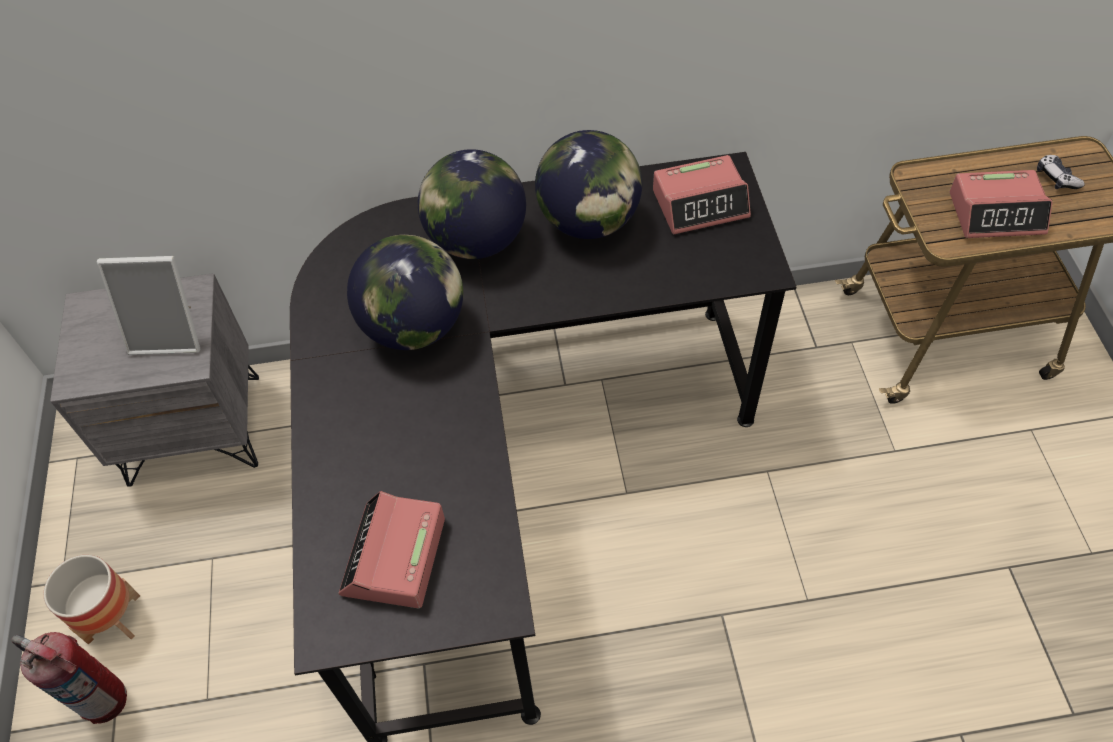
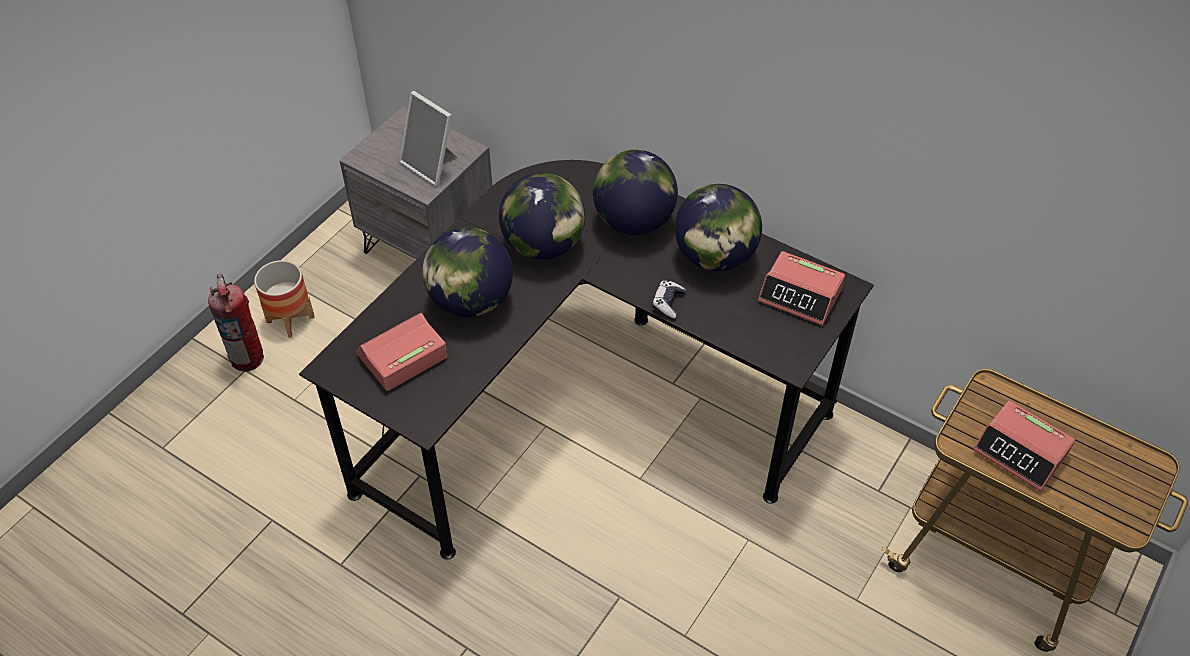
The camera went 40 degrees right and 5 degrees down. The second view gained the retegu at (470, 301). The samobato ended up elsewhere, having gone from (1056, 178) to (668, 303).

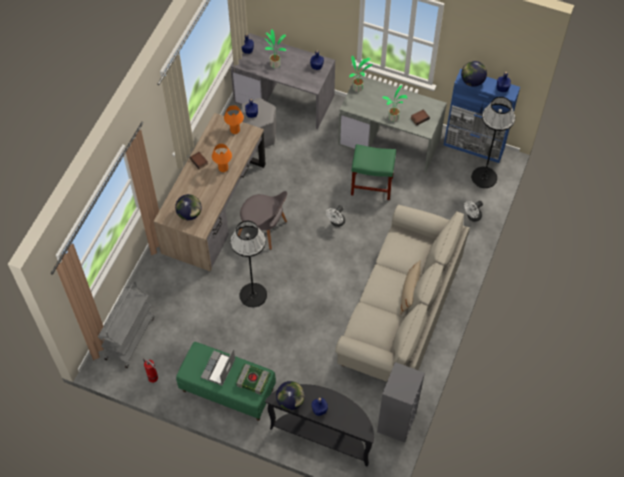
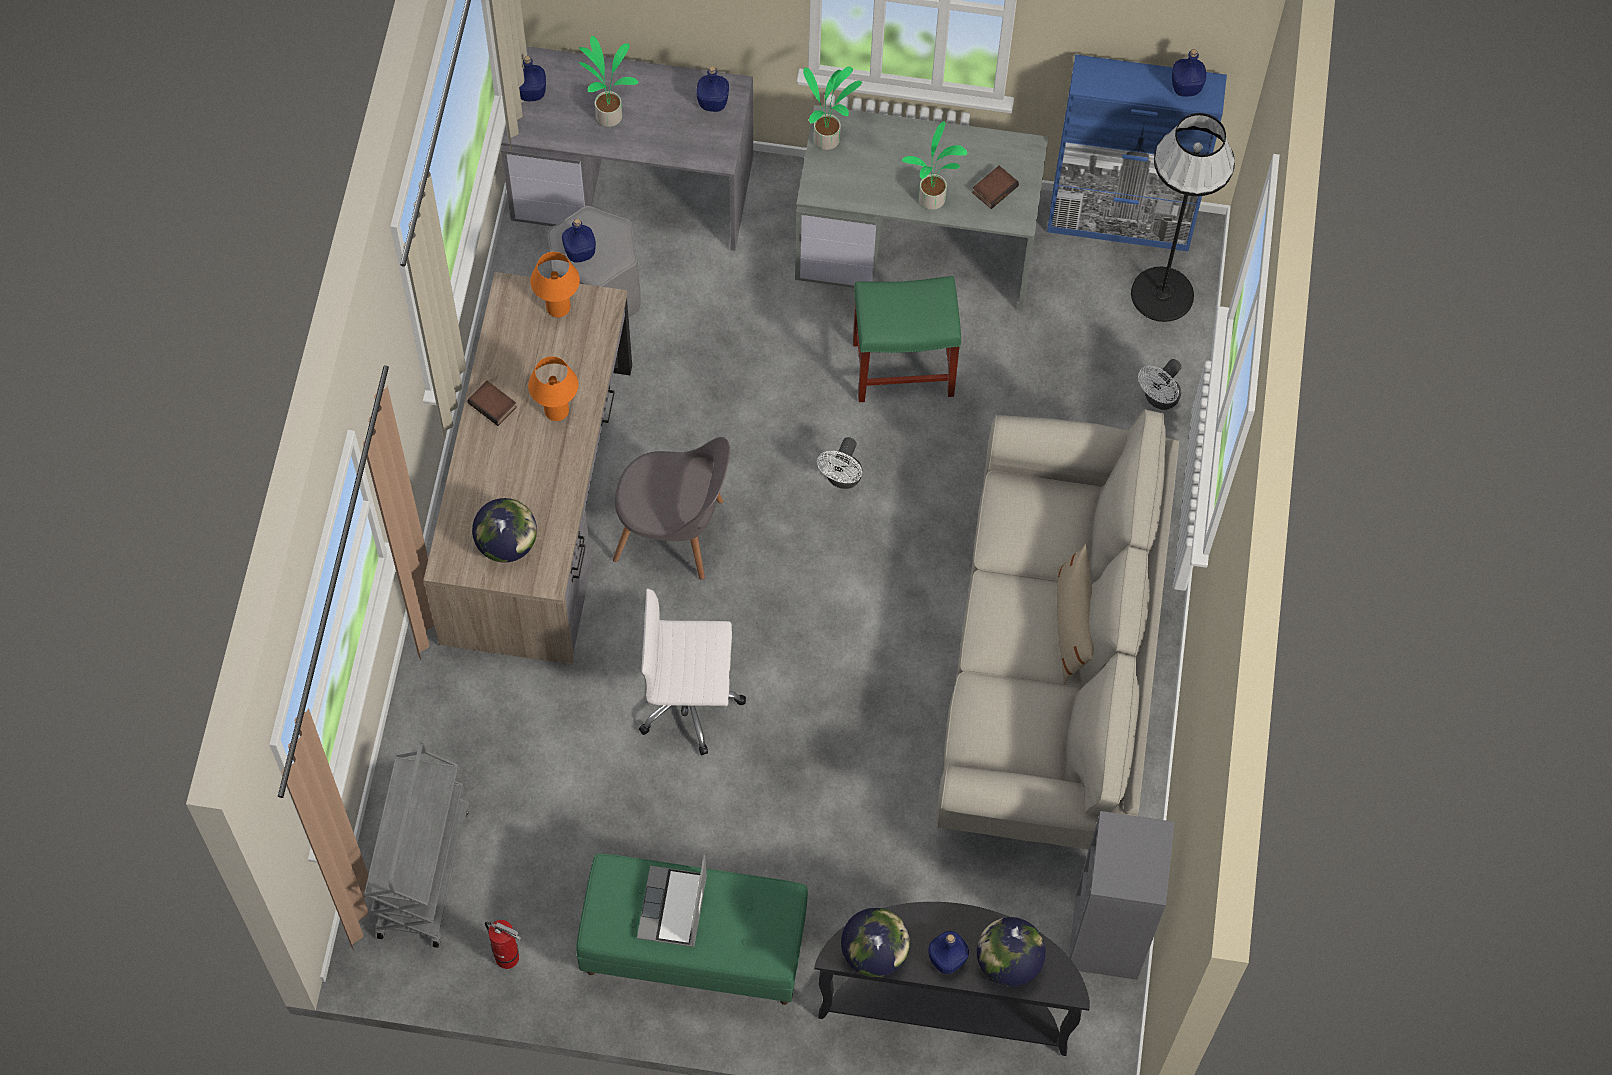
The camera went 15 degrees left and 5 degrees up. Where the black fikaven stood at (253, 295), the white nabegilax came to stand at (690, 701). The retegu ended up elsewhere, having gone from (472, 81) to (1007, 962). The second view lost the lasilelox at (253, 380).

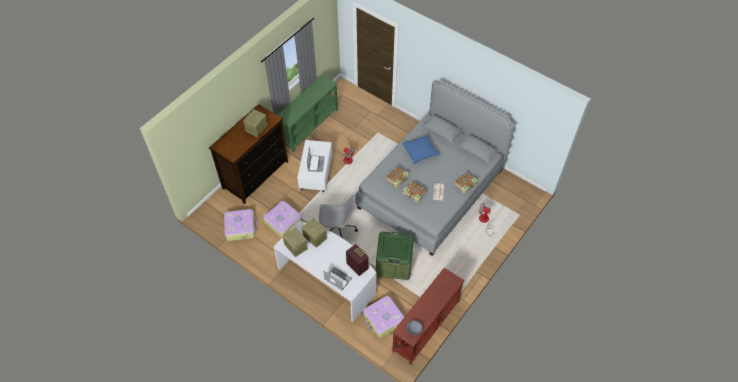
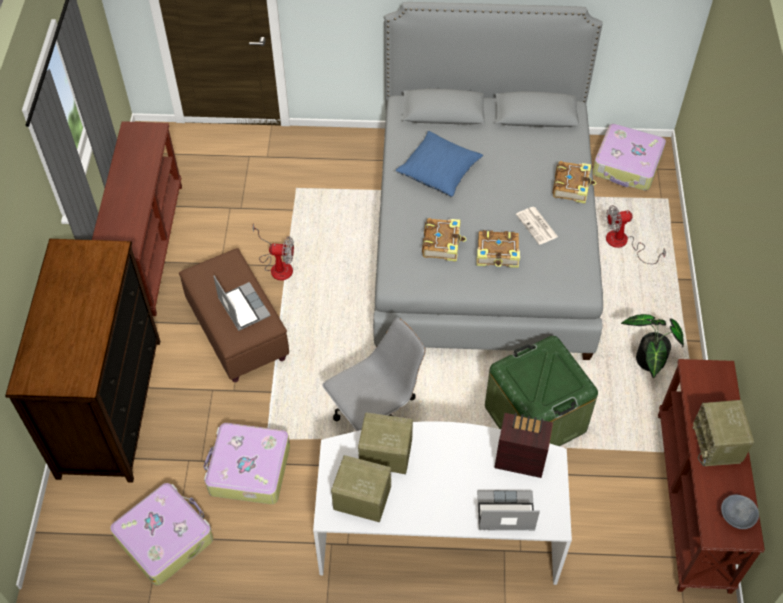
The camera went 35 degrees left and 0 degrees up. What was the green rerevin at (308, 126) turned into the brown rerevin at (146, 247). What was the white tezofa at (316, 173) turned into the brown tezofa at (237, 331). The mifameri ended up elsewhere, having gone from (383, 319) to (627, 165). The second view gained the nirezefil at (648, 362). The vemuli ended up elsewhere, having gone from (256, 129) to (717, 445).

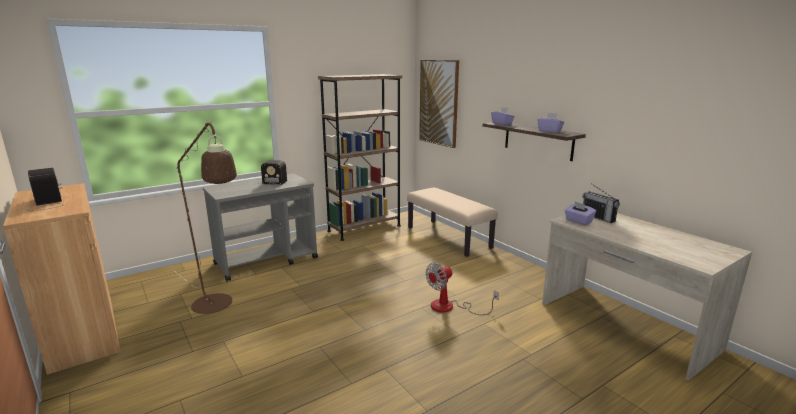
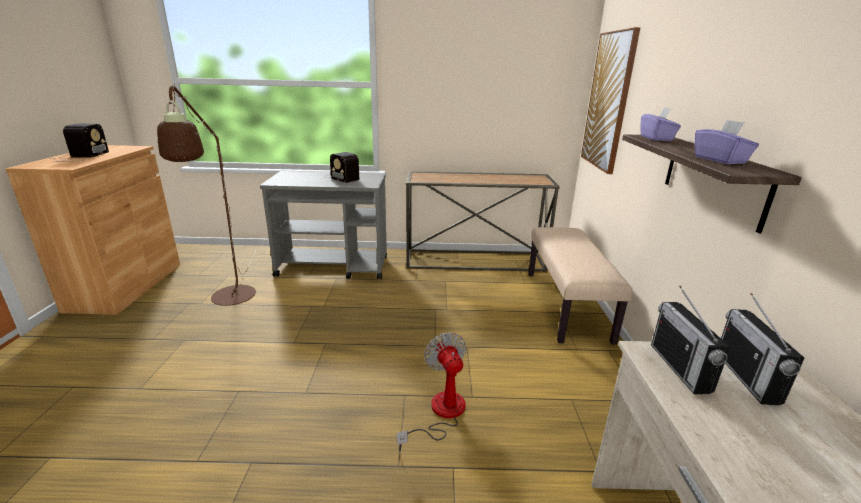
The camera went 35 degrees right and 5 degrees up. The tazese at (450, 307) ended up facing another way, 75 degrees clockwise from before. Where the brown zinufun stood at (364, 228), the rerevin came to stand at (475, 260). Where the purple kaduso stood at (578, 221), the vemuli came to stand at (680, 367).

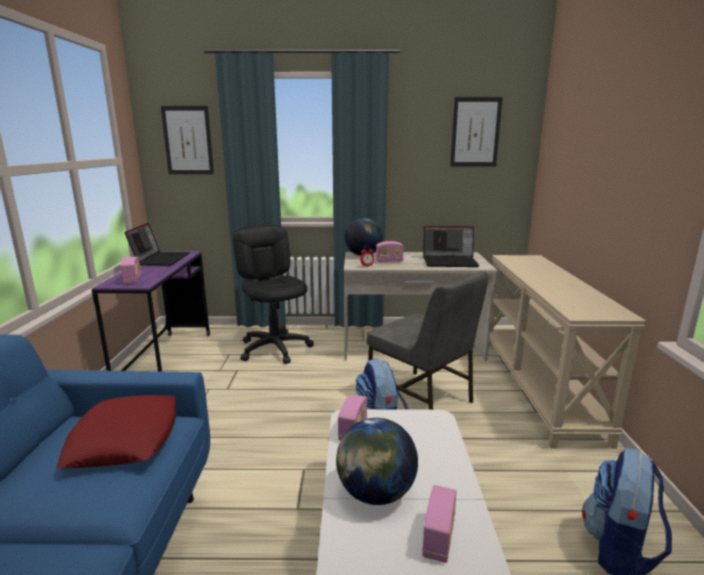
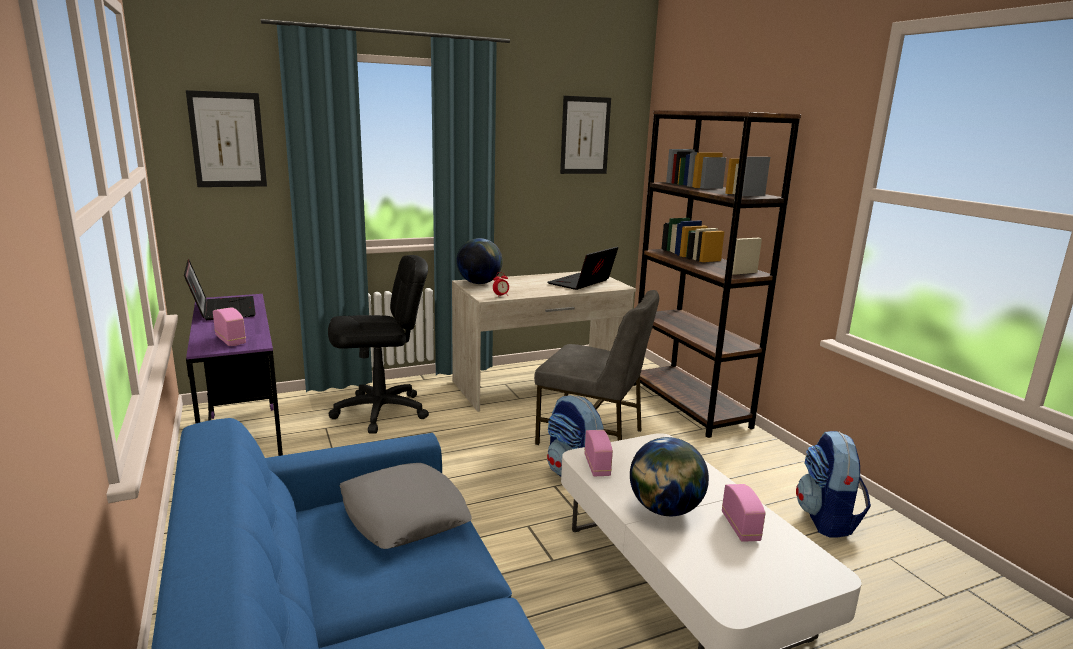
The camera went 25 degrees left and 0 degrees up. The black nabegilax at (275, 348) ended up facing another way, 120 degrees clockwise from before. What was the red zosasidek at (125, 438) turned into the grey zosasidek at (403, 514). The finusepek at (450, 262) ended up facing another way, 150 degrees clockwise from before. Where the beige rerevin stood at (539, 386), the brown zinufun came to stand at (688, 405). The second view lost the vemuli at (389, 261).

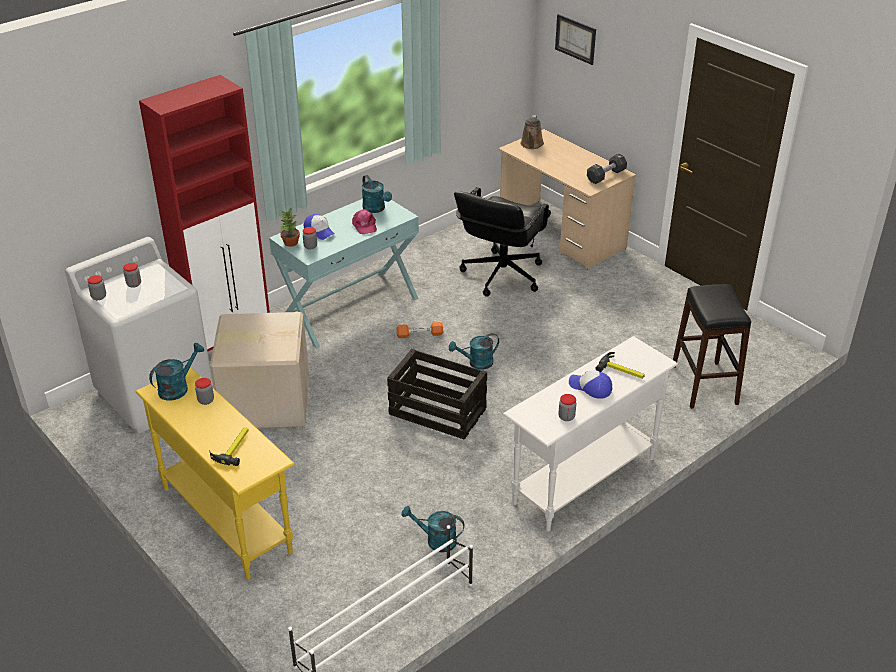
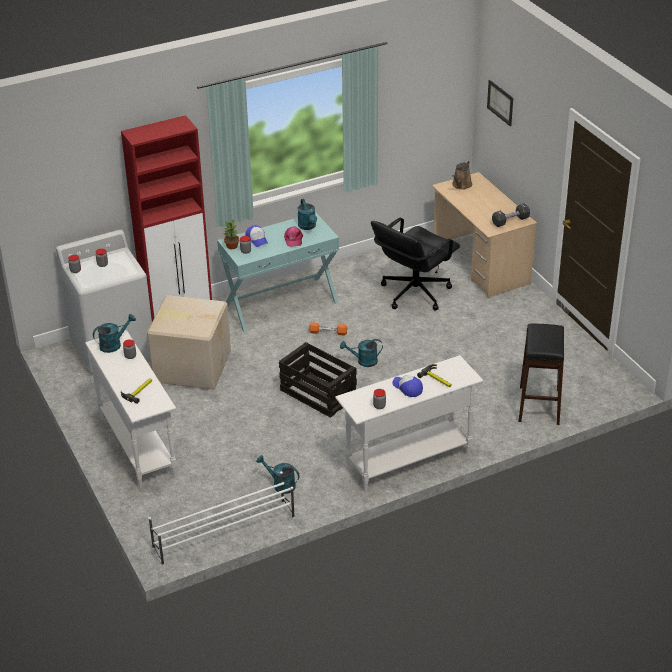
The camera went 15 degrees right and 0 degrees up. What was the yellow rerevin at (226, 519) turned into the white rerevin at (137, 445).

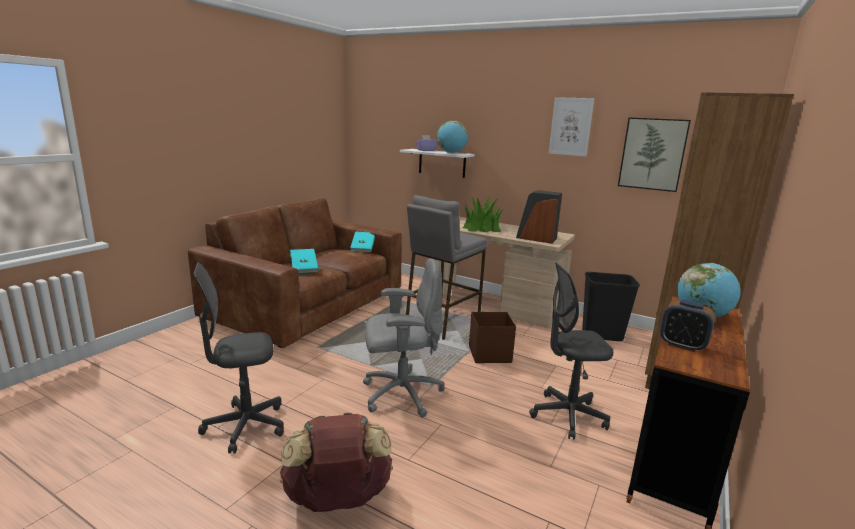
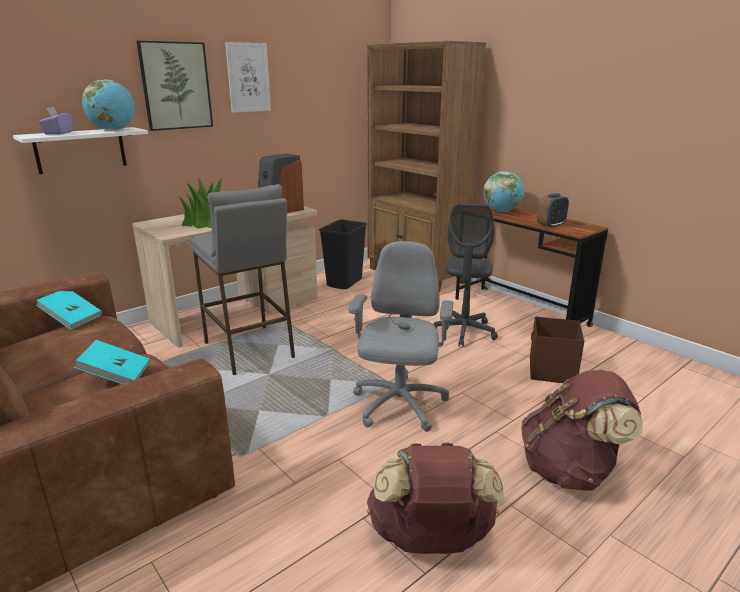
The camera went 70 degrees left and 5 degrees up. The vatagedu ended up elsewhere, having gone from (652, 154) to (176, 86). Where the grey nabegilax stood at (245, 426), the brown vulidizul came to stand at (430, 541). The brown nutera ended up elsewhere, having gone from (489, 354) to (551, 371).

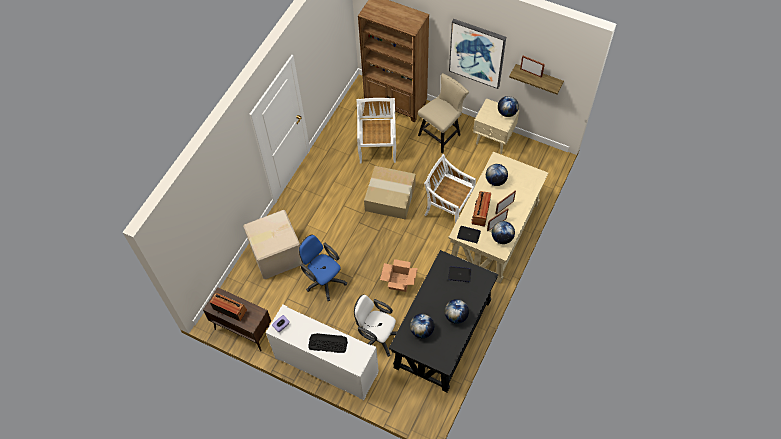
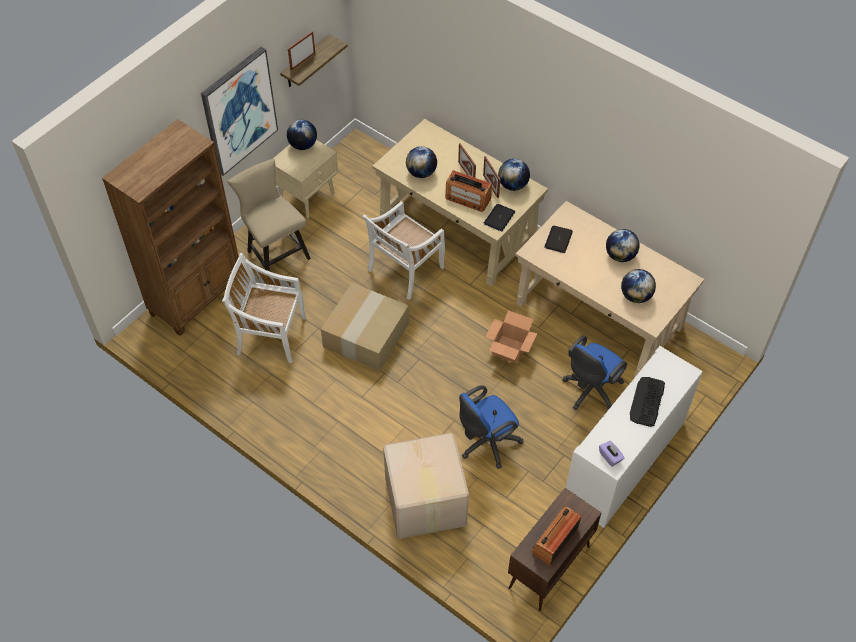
The camera went 80 degrees left and 5 degrees down. What was the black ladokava at (443, 334) turned into the beige ladokava at (599, 315). What was the white nabegilax at (377, 336) turned into the blue nabegilax at (590, 391).

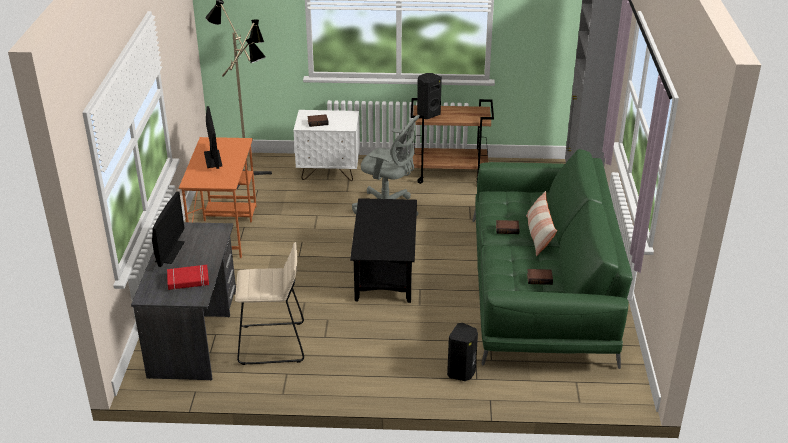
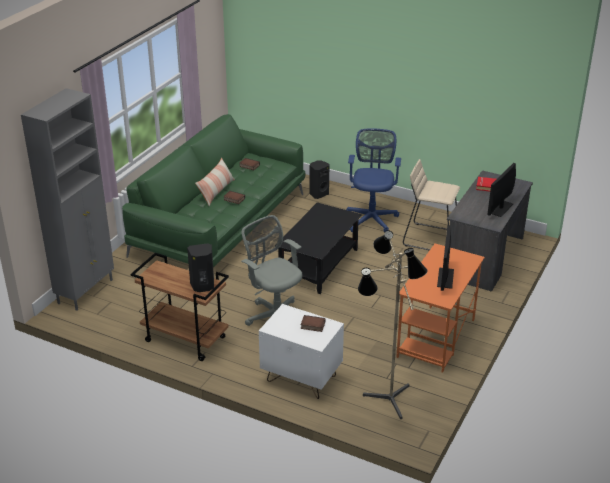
The camera went 155 degrees left and 0 degrees up. The second view gained the blue nabegilax at (371, 218).

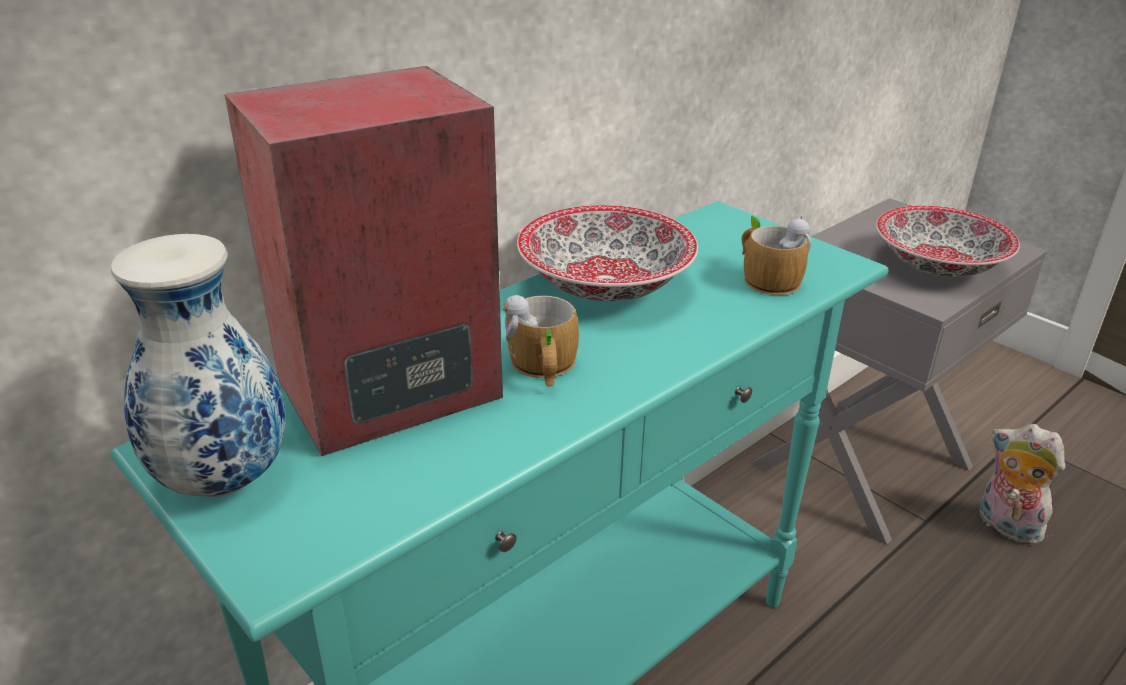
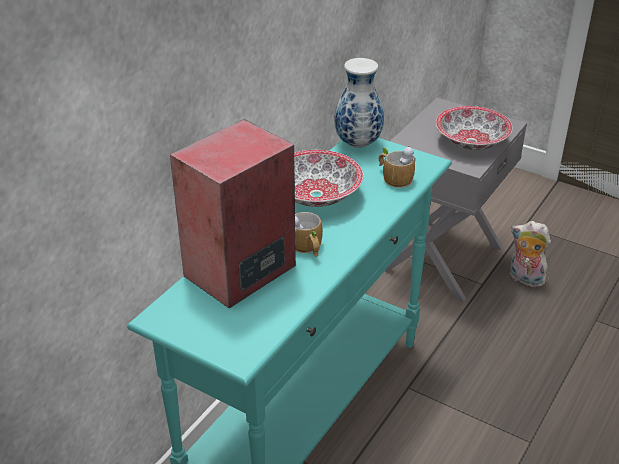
The camera went 15 degrees left and 5 degrees up. The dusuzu ended up elsewhere, having gone from (222, 478) to (357, 143).

